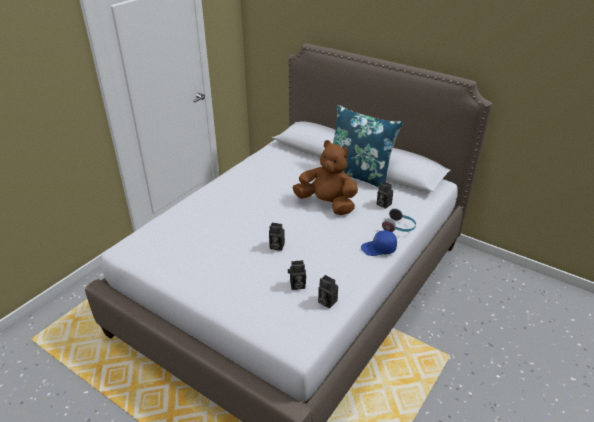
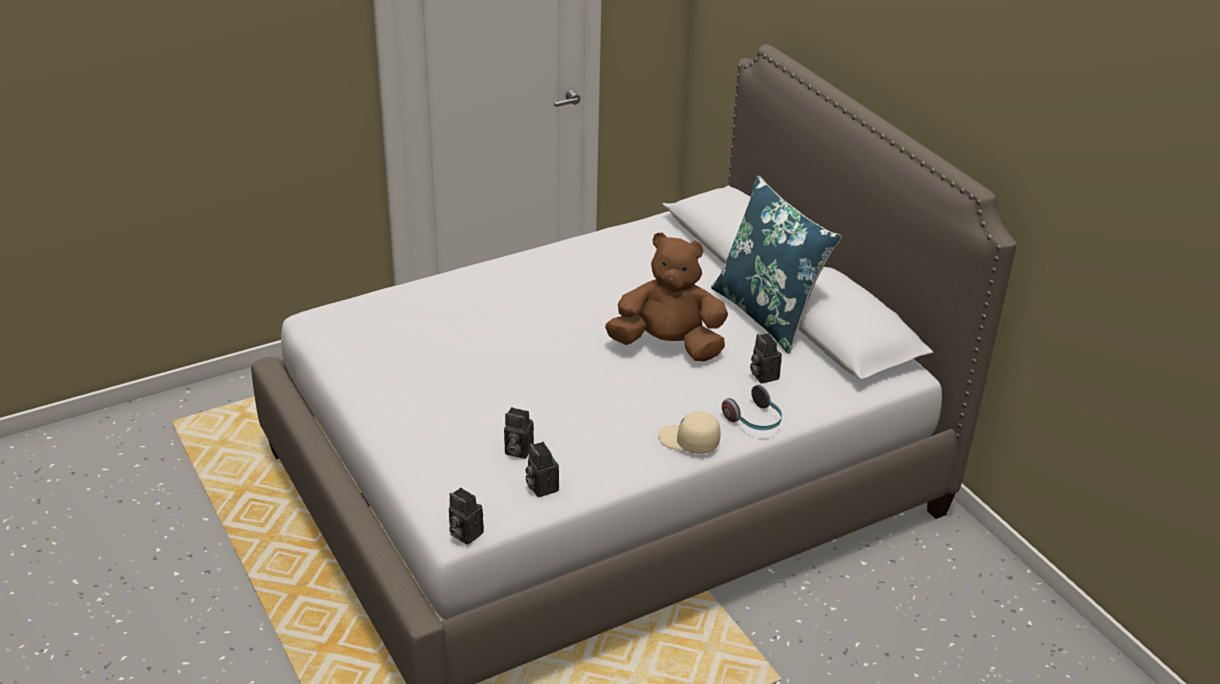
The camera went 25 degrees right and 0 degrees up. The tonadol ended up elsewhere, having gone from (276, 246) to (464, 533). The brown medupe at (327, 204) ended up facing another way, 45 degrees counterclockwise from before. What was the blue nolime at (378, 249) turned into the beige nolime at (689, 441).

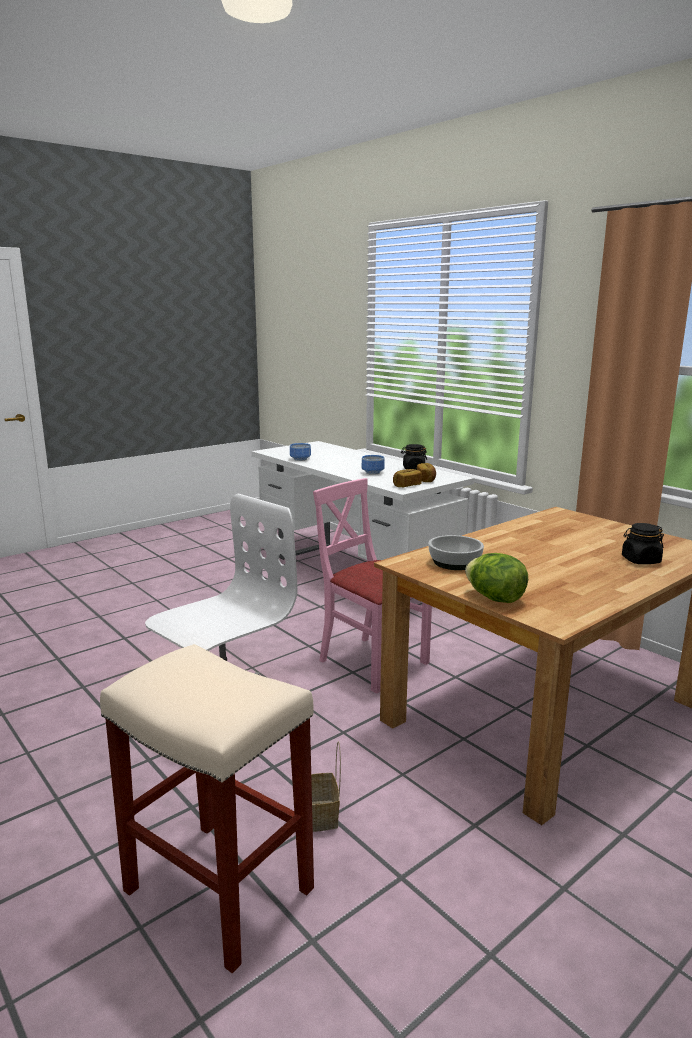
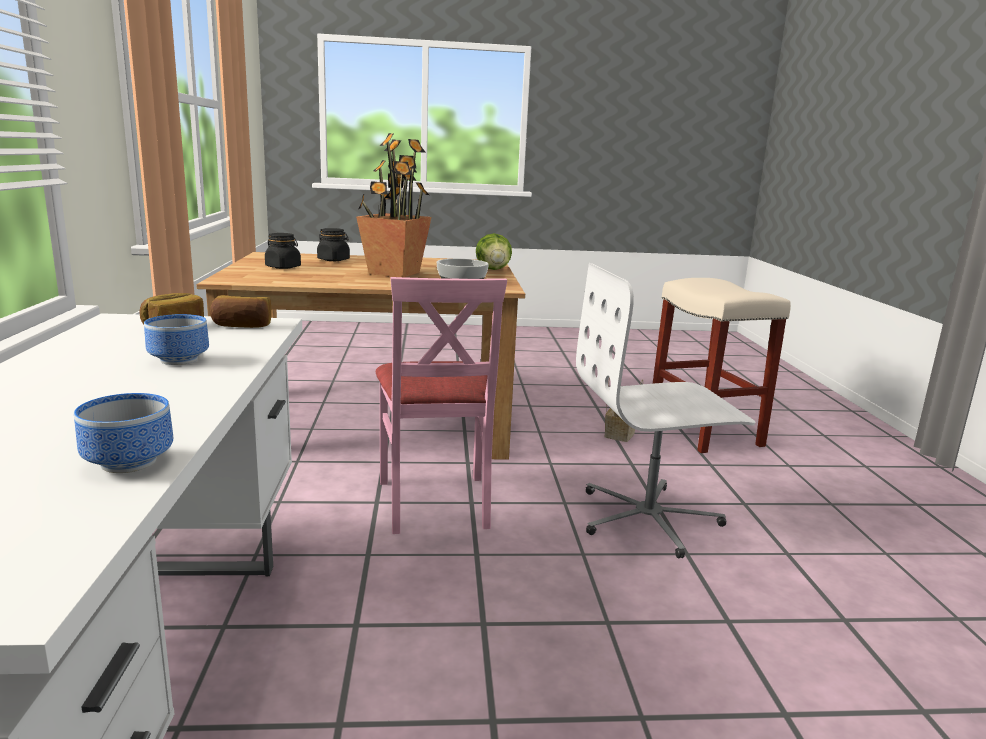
The camera went 145 degrees left and 0 degrees up. The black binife ended up elsewhere, having gone from (413, 469) to (283, 267). The second view gained the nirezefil at (394, 273).

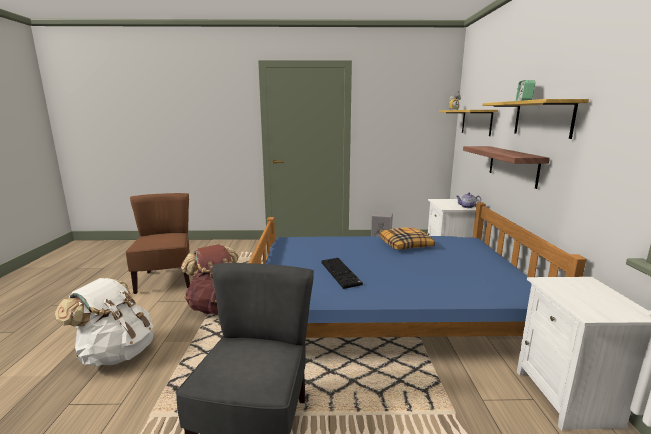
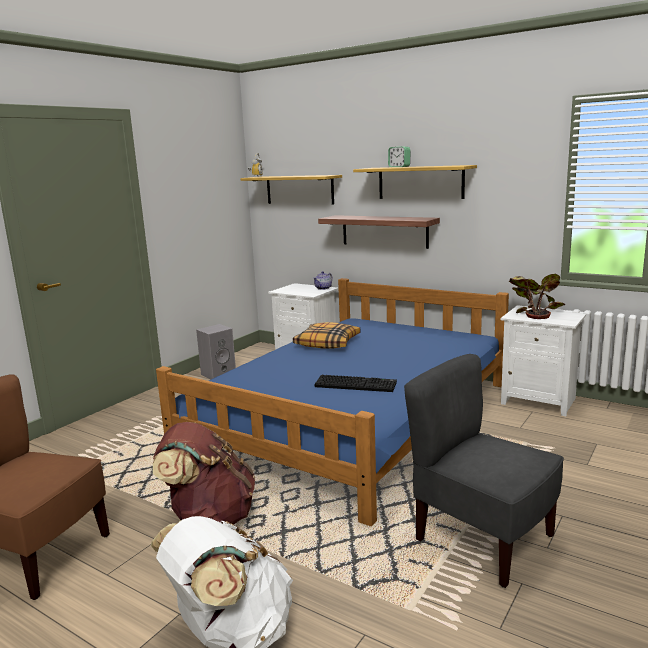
The camera went 55 degrees left and 0 degrees up. The second view gained the nirezefil at (533, 312).

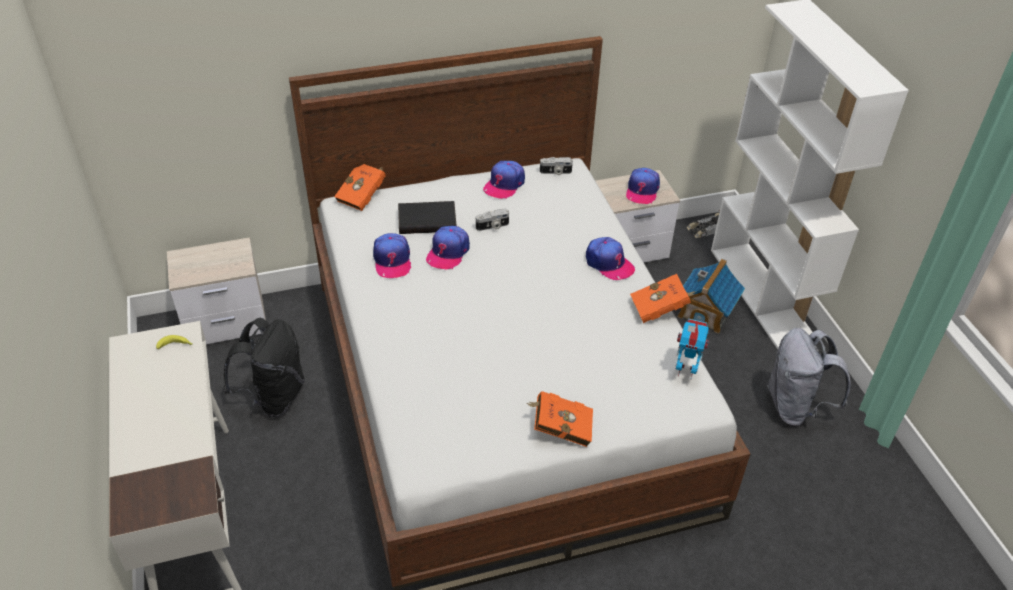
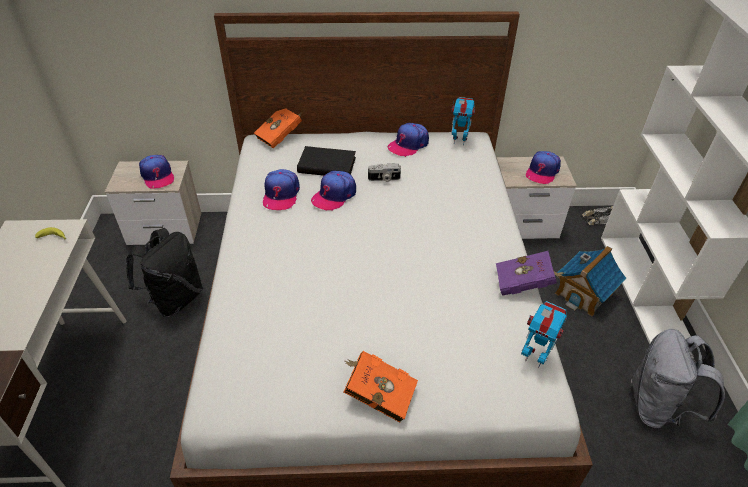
The camera went 15 degrees right and 0 degrees up. The nolime ended up elsewhere, having gone from (608, 263) to (157, 176). Where the tonadol stood at (555, 172), the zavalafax came to stand at (459, 141). What was the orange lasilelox at (661, 309) turned into the purple lasilelox at (525, 284).

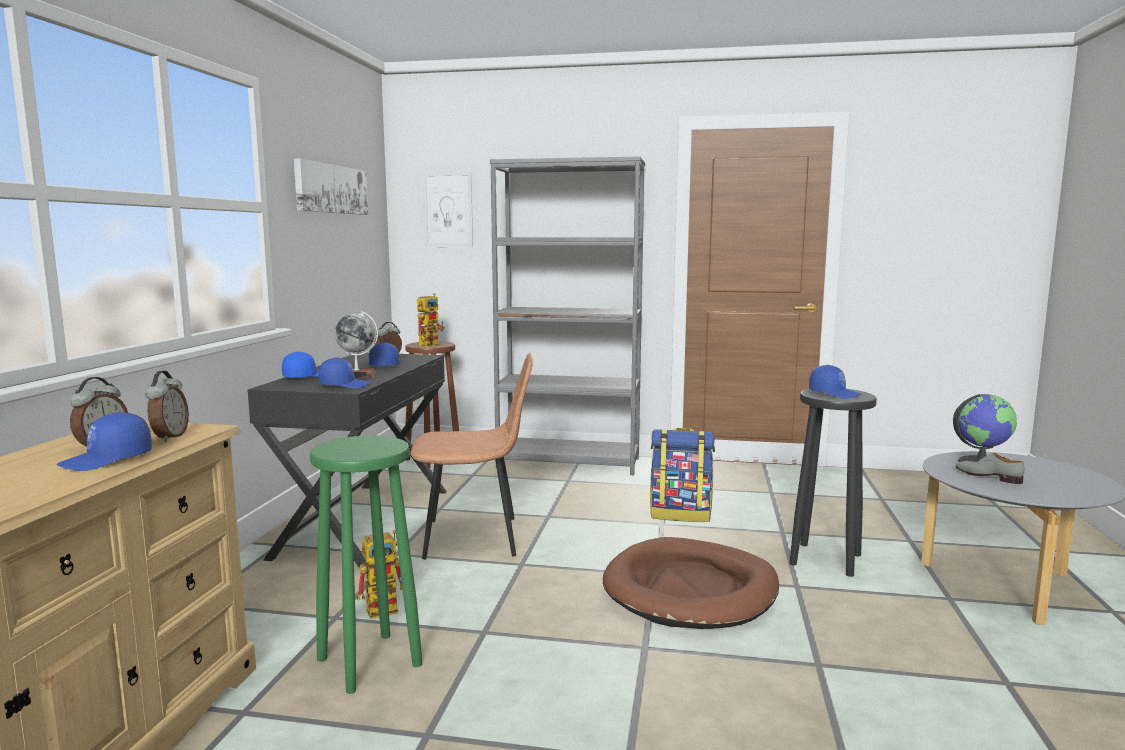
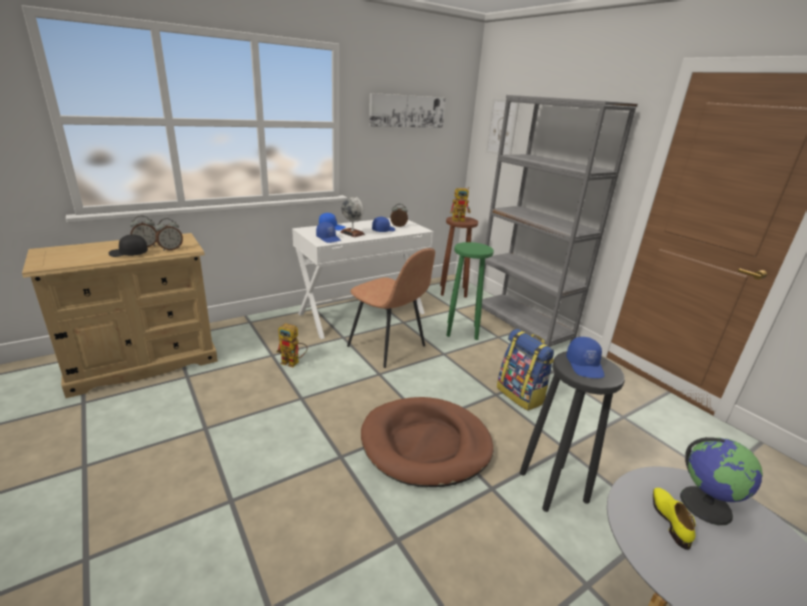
The camera went 45 degrees right and 15 degrees up. What was the blue nolime at (107, 460) turned into the black nolime at (128, 254). What was the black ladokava at (364, 521) turned into the white ladokava at (362, 313). The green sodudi ended up elsewhere, having gone from (371, 661) to (462, 331). What was the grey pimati at (988, 476) turned into the yellow pimati at (670, 519).

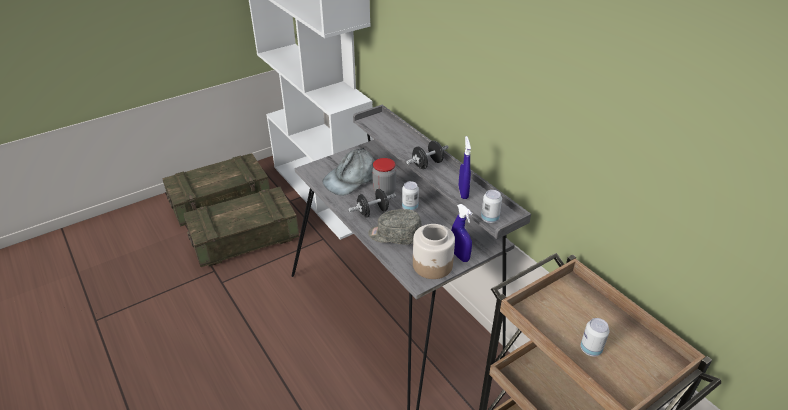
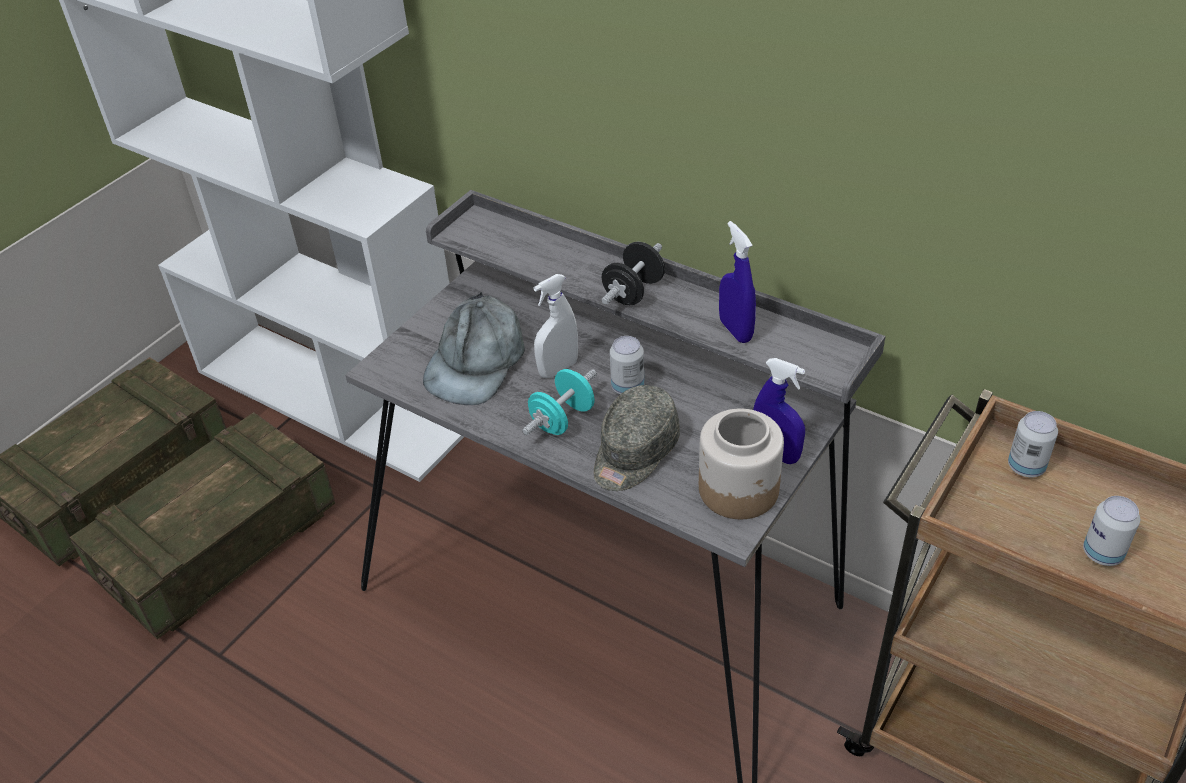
The camera went 20 degrees left and 5 degrees up. What was the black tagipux at (373, 212) turned into the turquoise tagipux at (562, 419). Where the binife stood at (384, 191), the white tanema came to stand at (558, 368). The grey nolime at (395, 235) ended up facing another way, 45 degrees counterclockwise from before. The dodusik ended up elsewhere, having gone from (489, 219) to (1026, 467).

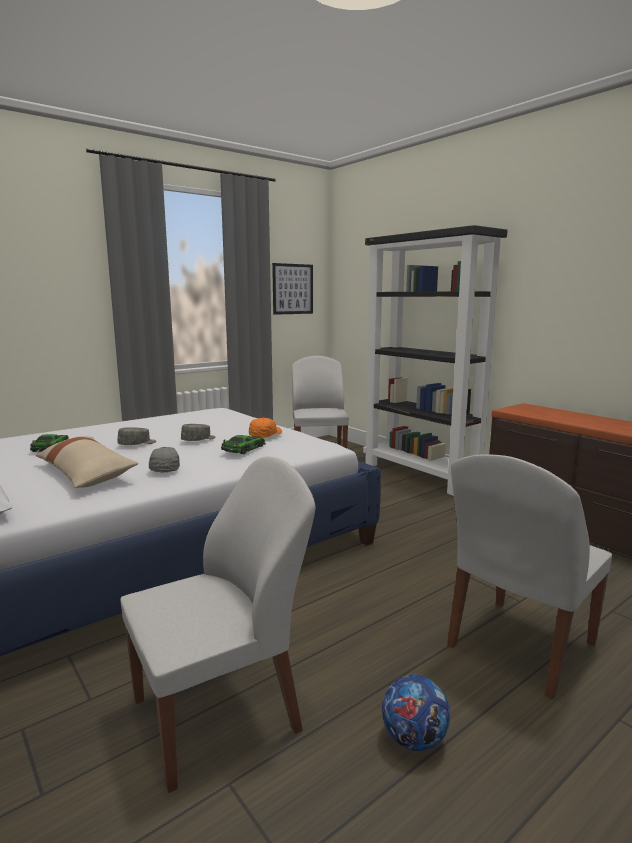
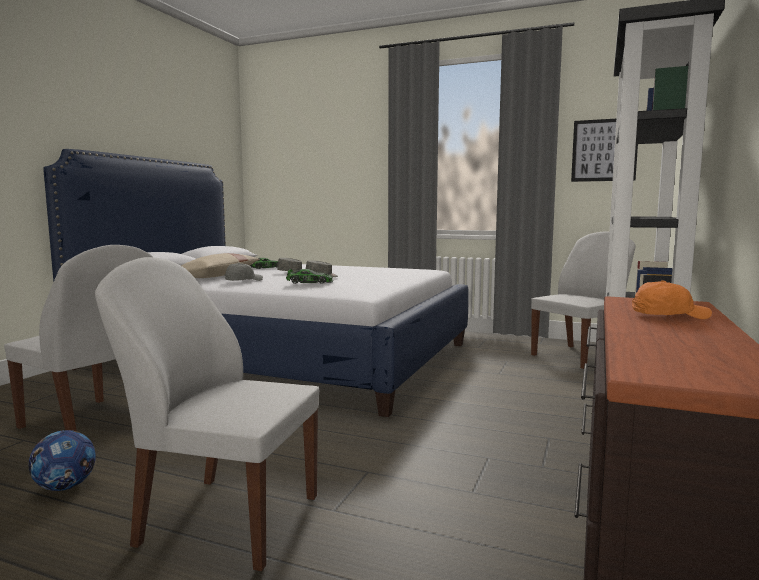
The camera went 60 degrees right and 5 degrees down. The orange nolime ended up elsewhere, having gone from (265, 435) to (668, 316).

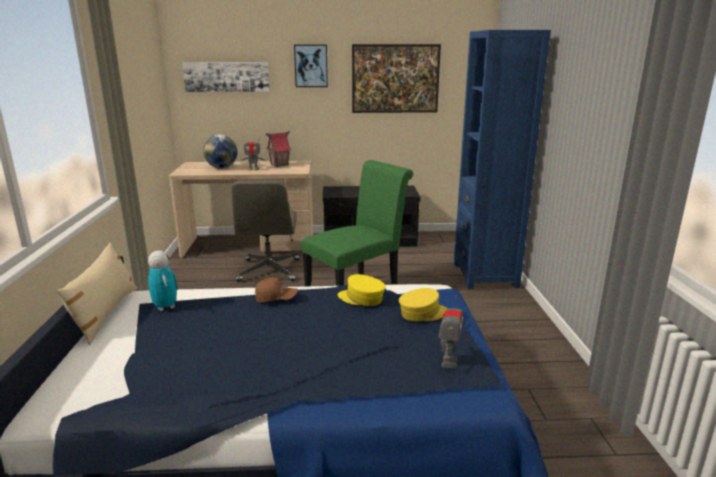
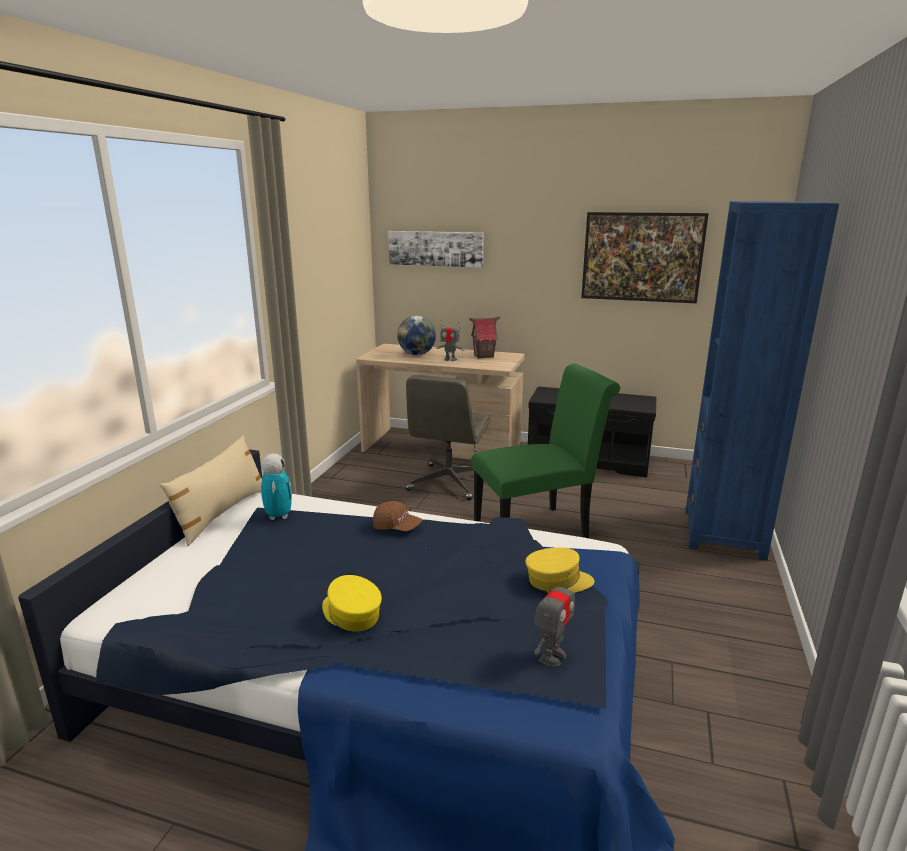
The camera went 20 degrees right and 0 degrees up. The yellow nolime ended up elsewhere, having gone from (361, 298) to (351, 613). The second view lost the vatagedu at (311, 66).

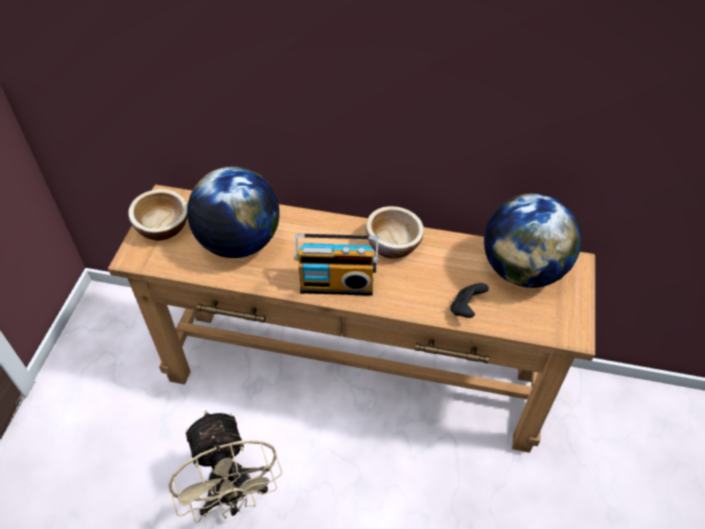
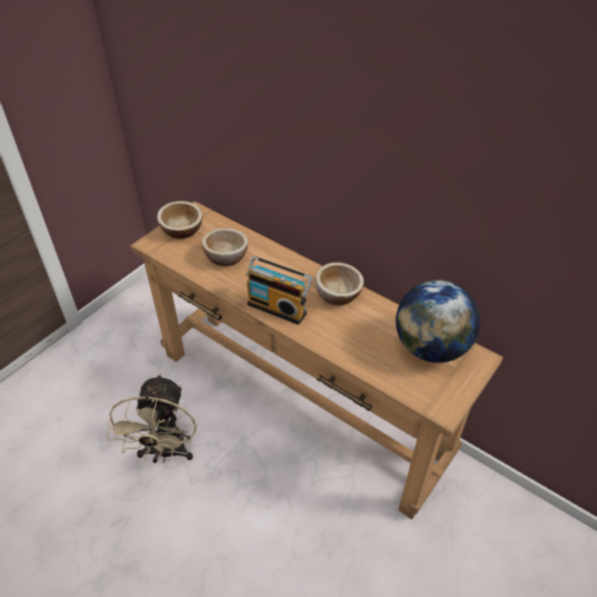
The camera went 25 degrees right and 5 degrees down. Where the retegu stood at (239, 242), the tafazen came to stand at (226, 257). The second view lost the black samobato at (466, 308).

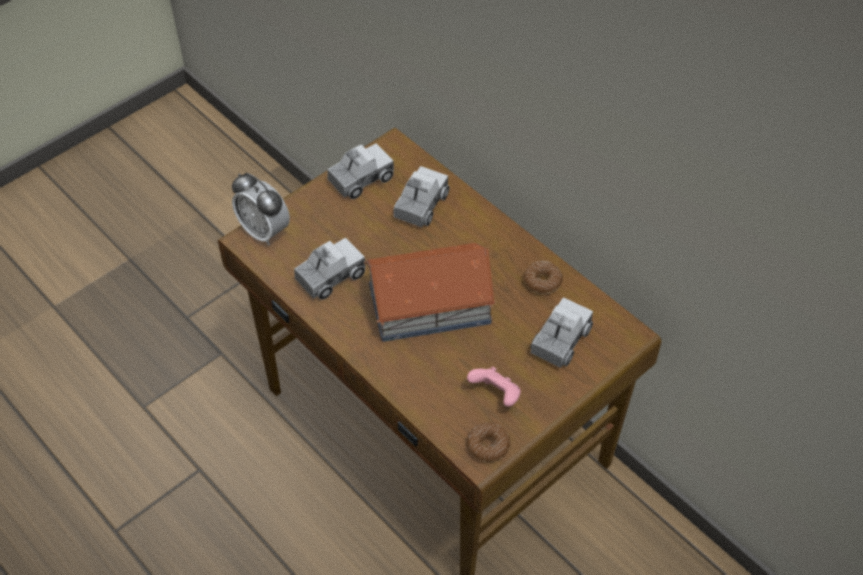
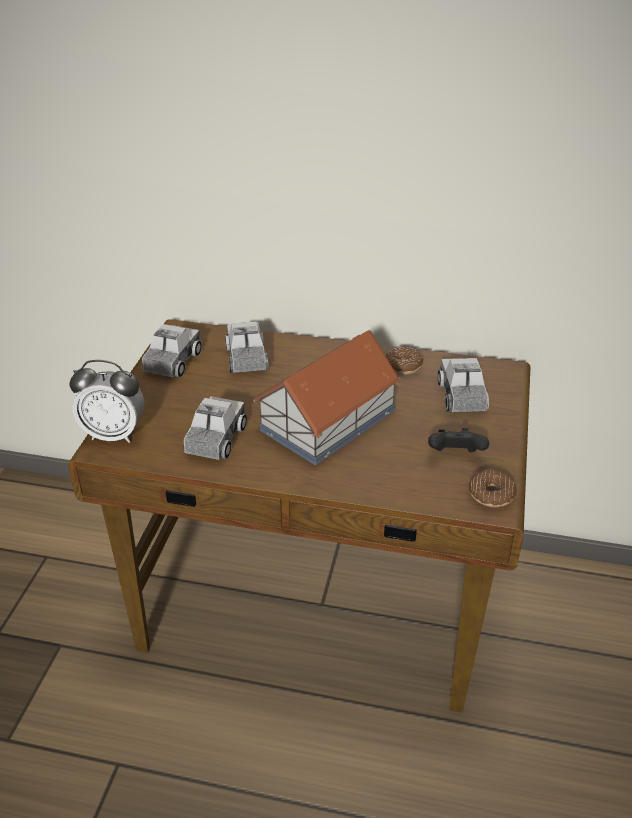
The camera went 35 degrees left and 15 degrees down. What was the pink samobato at (496, 395) turned into the black samobato at (455, 456).

